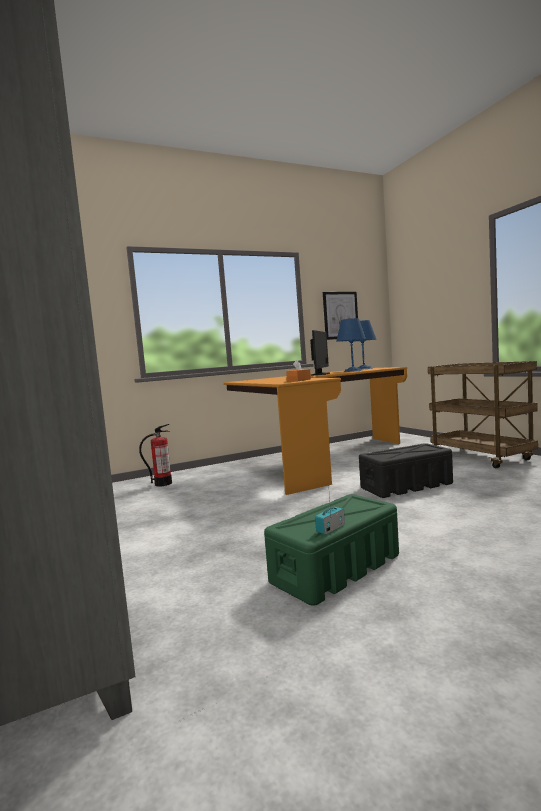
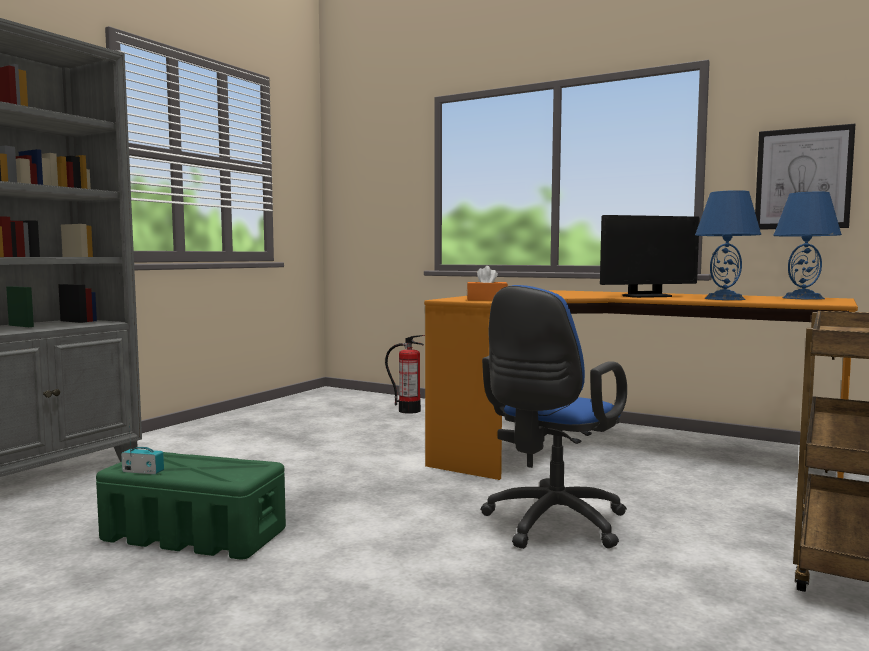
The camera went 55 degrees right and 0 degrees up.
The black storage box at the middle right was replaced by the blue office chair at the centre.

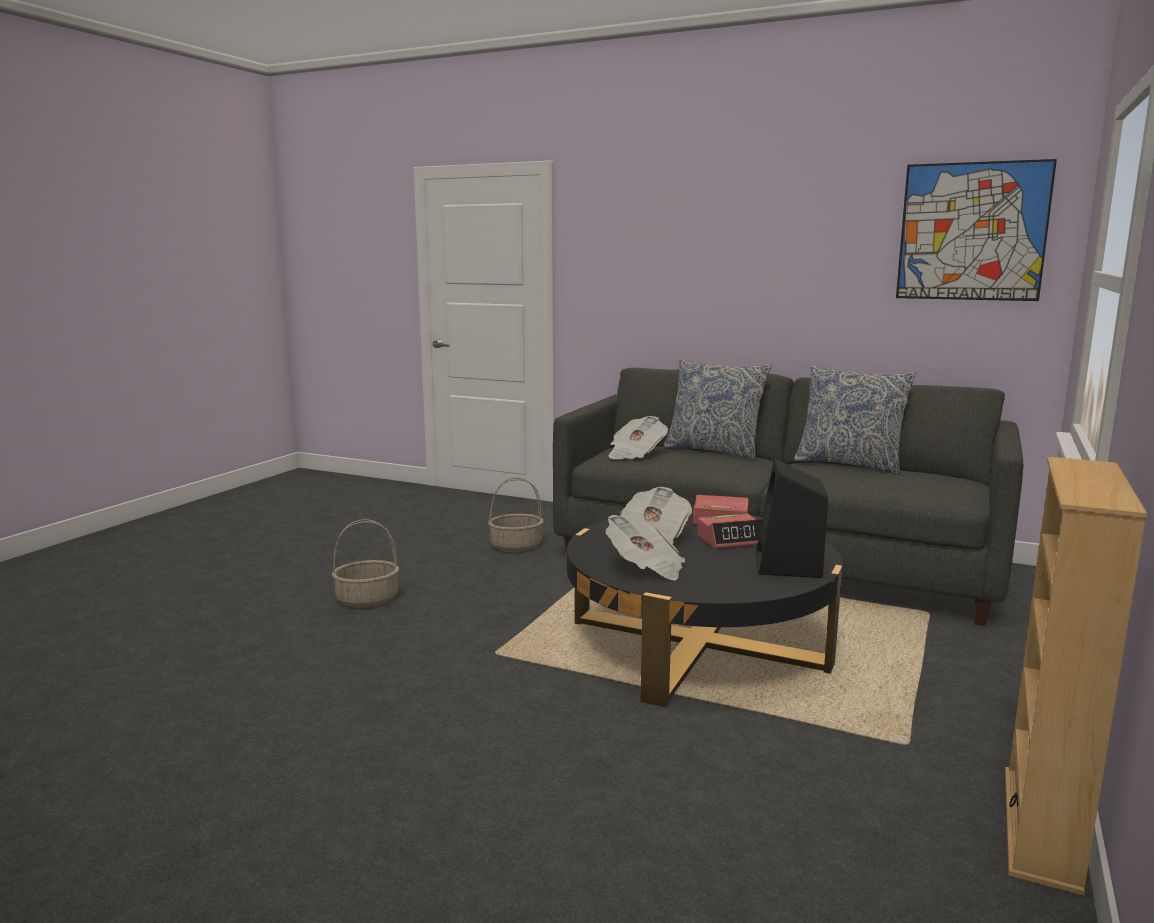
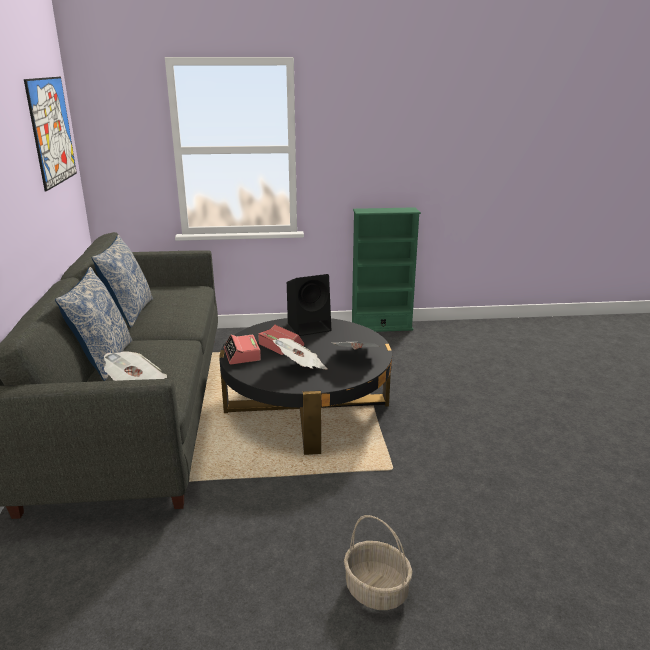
The camera went 120 degrees left and 10 degrees up.
The basket (2nd from left) at the centre disappeared.
The beige bookcase at the bottom right became the green bookcase at the centre.

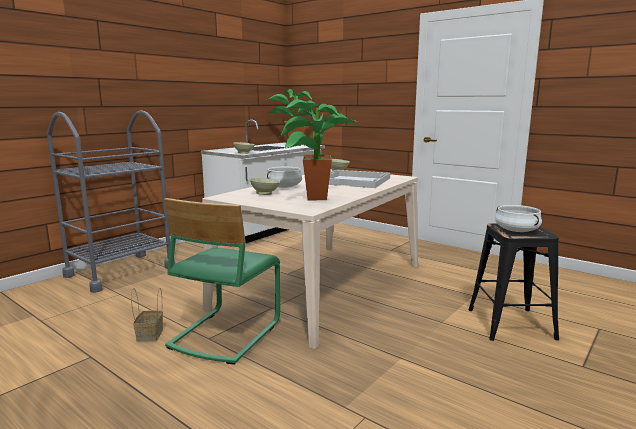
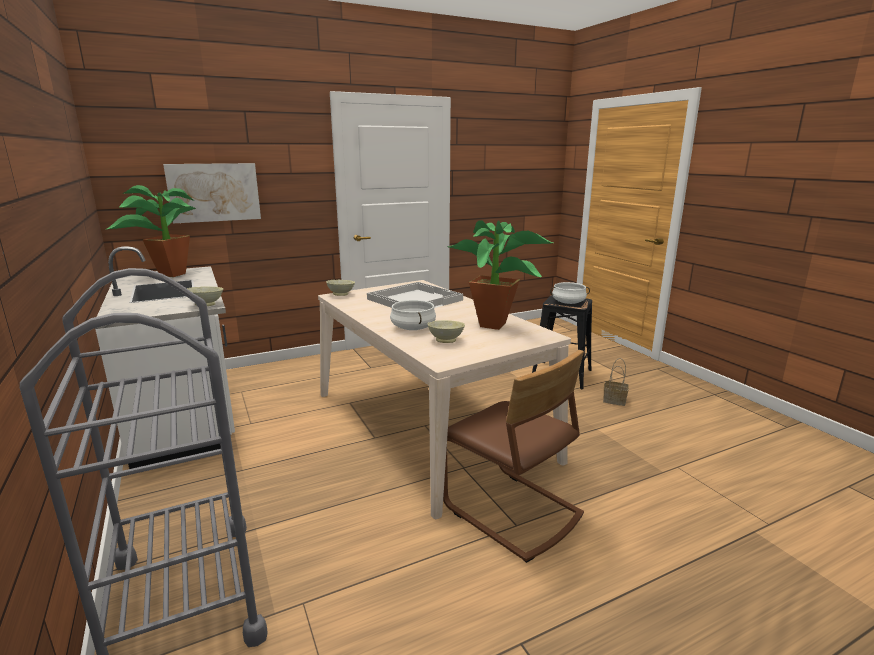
The camera went 65 degrees left and 5 degrees up.
The basket moved from the bottom left to the middle right.
The green chair at the centre became the brown chair at the bottom centre.
The picture at the top left appeared.

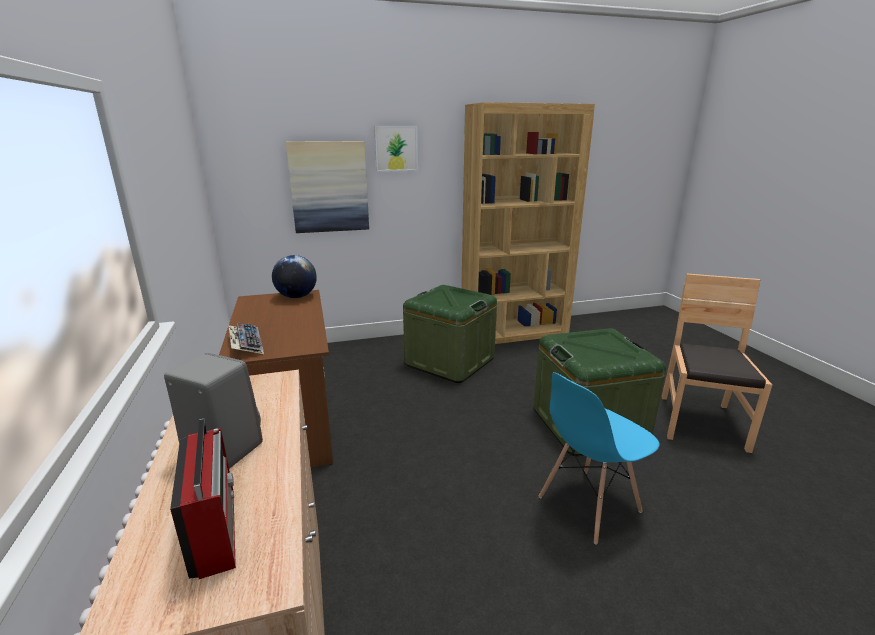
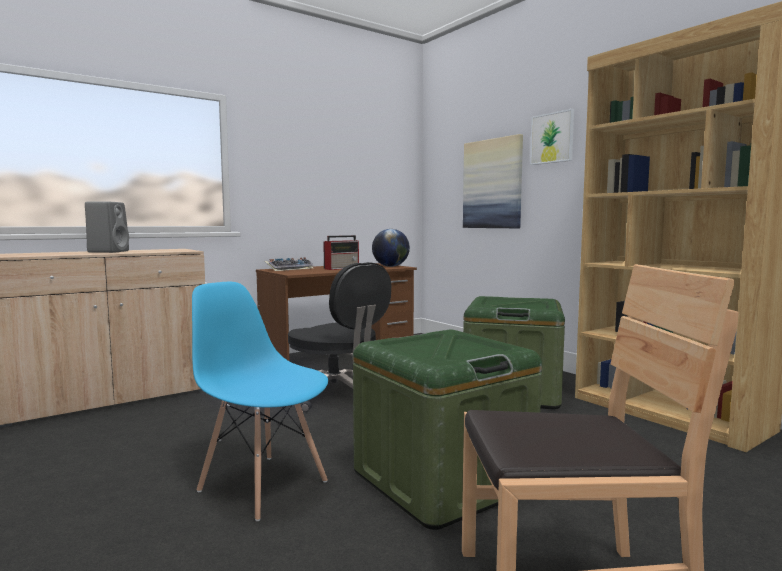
The camera went 70 degrees right and 15 degrees down.
The radio moved from the bottom left to the centre.
The black office chair at the centre appeared.

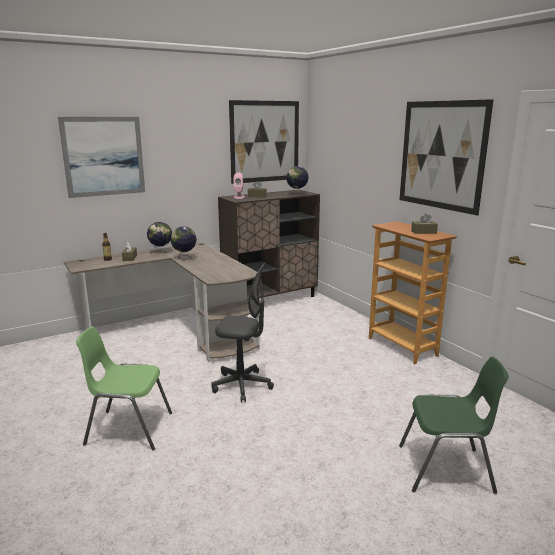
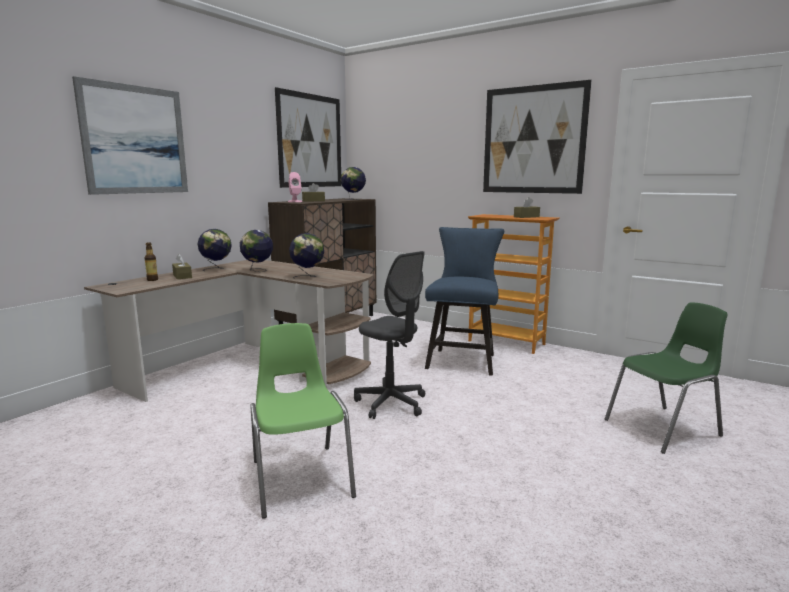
The camera went 25 degrees left and 5 degrees down.
The green chair (1st from left) at the bottom left turned 90 degrees clockwise.
The grey office chair at the centre turned 60 degrees clockwise.
The globe (3rd from left) at the centre appeared.
The blue chair at the centre appeared.

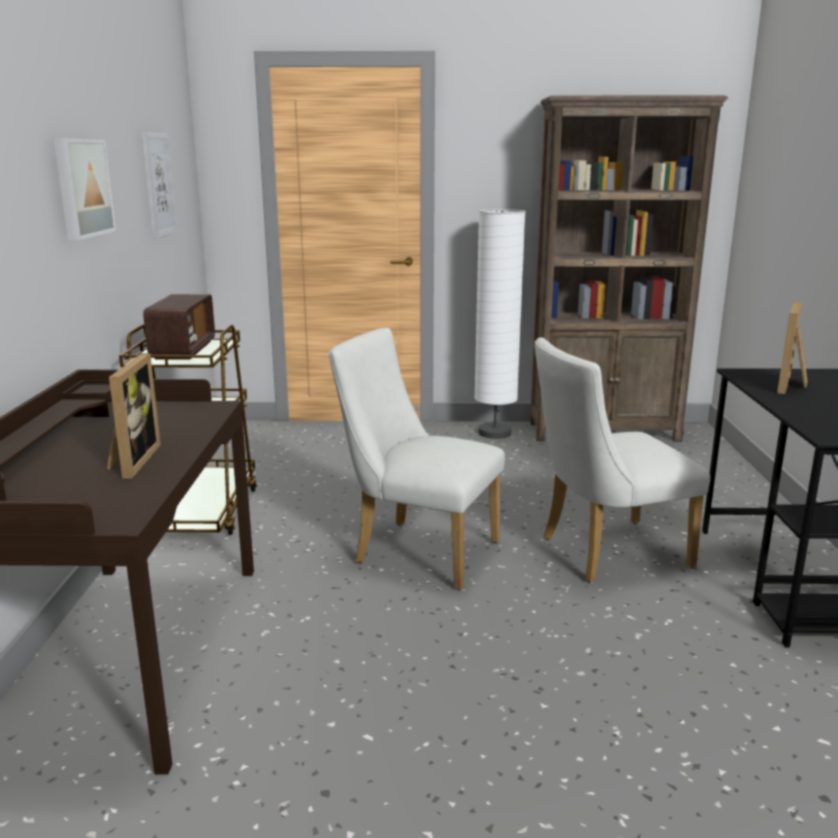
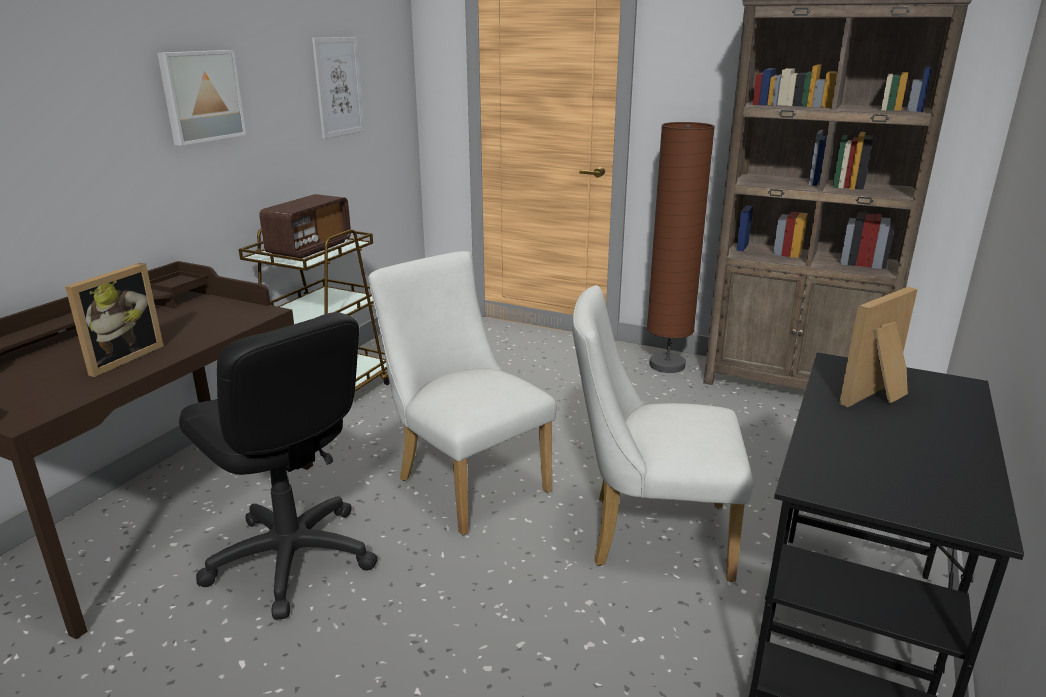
The camera went 25 degrees right and 5 degrees up.
The white floor lamp at the centre became the brown floor lamp at the centre.
The black office chair at the bottom left appeared.

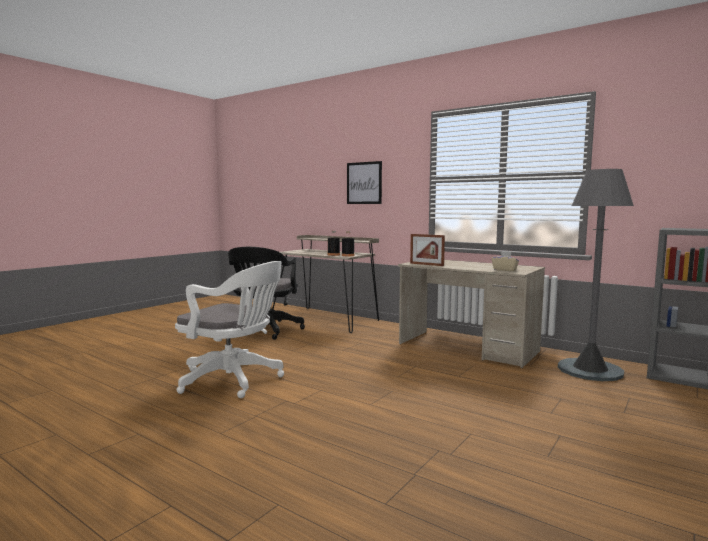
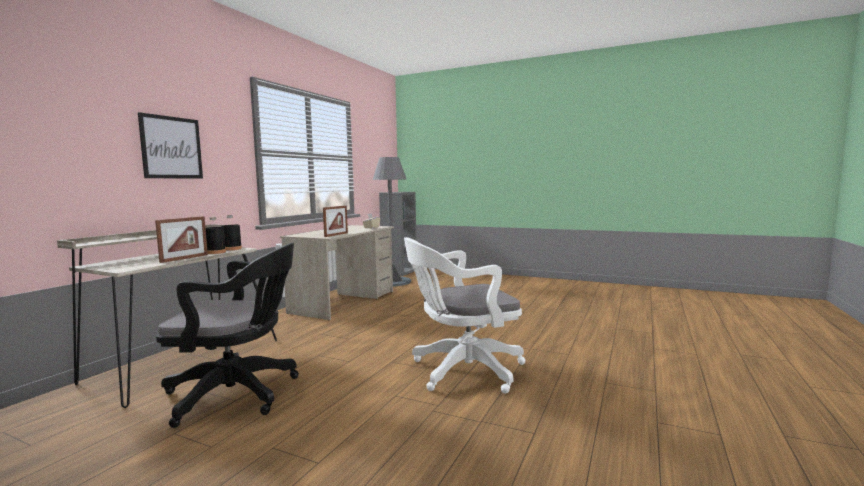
The camera went 100 degrees left and 0 degrees up.
The white office chair at the middle left turned 120 degrees counterclockwise.
The picture frame (1st from left) at the middle left appeared.

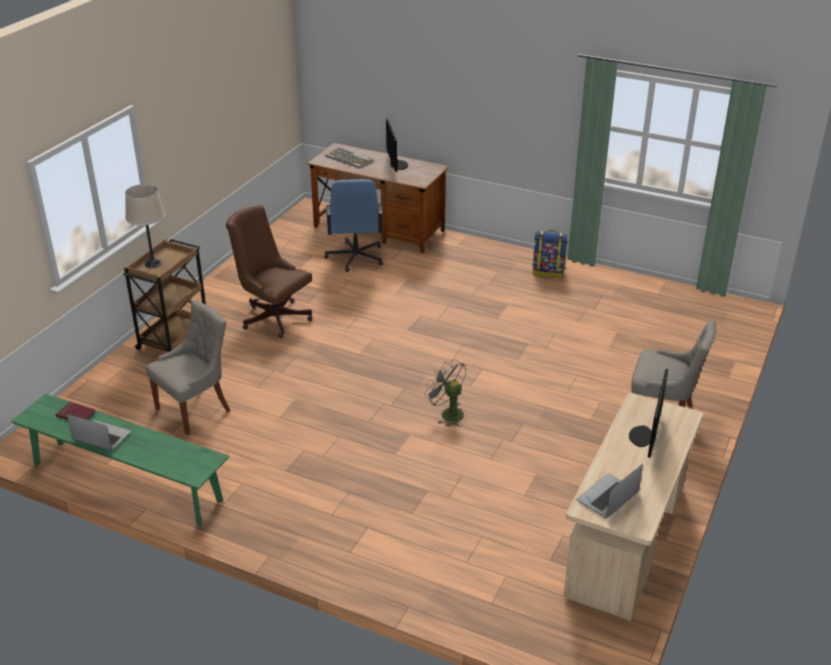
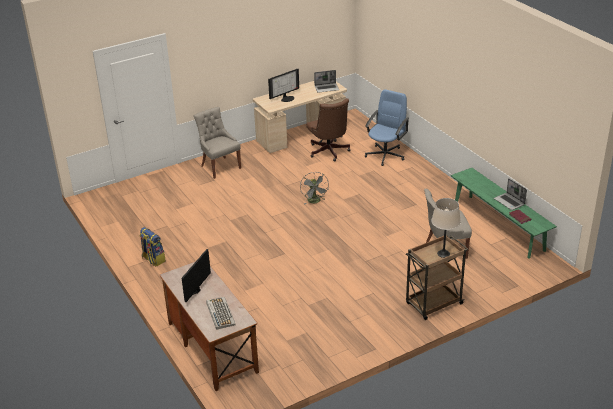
The camera went 145 degrees left and 0 degrees up.
The brown office chair moved from the middle left to the top centre.
The blue office chair moved from the centre to the top centre.

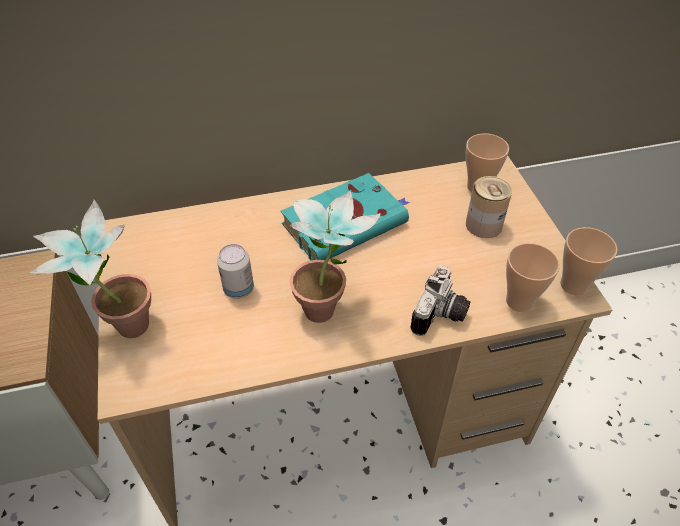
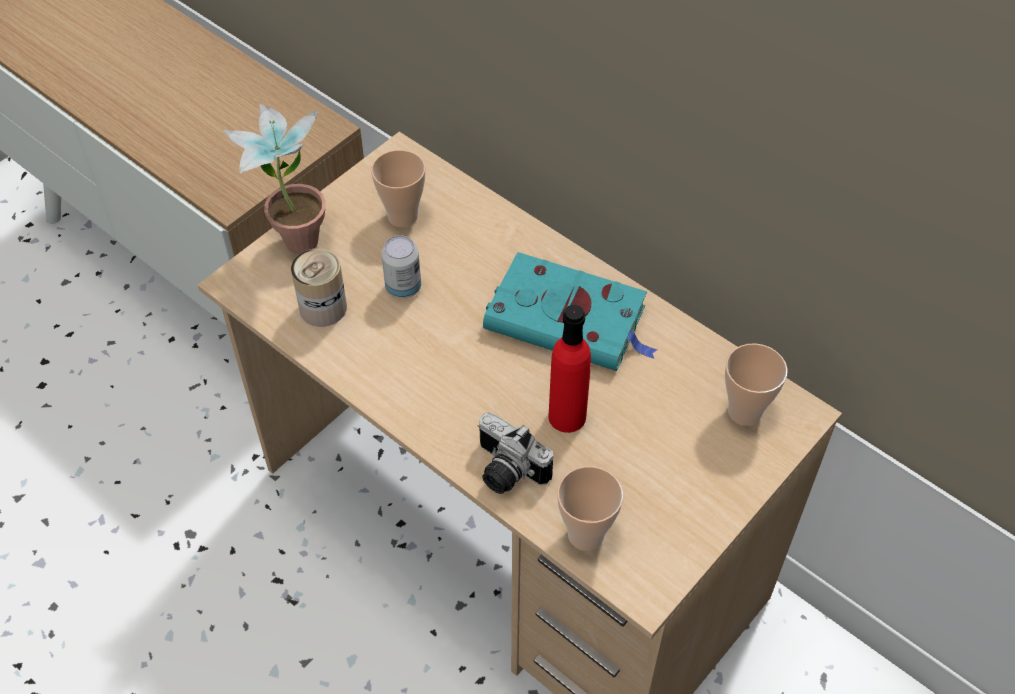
The camera went 55 degrees right and 5 degrees up.
The potted plant (2nd from left) at the centre disappeared.
The photo camera at the centre turned 45 degrees clockwise.
The can (2nd from left in the first image) moved from the middle right to the middle left.
The cup (3rd from left in the first image) moved from the middle right to the top centre.
The red bottle at the centre appeared.

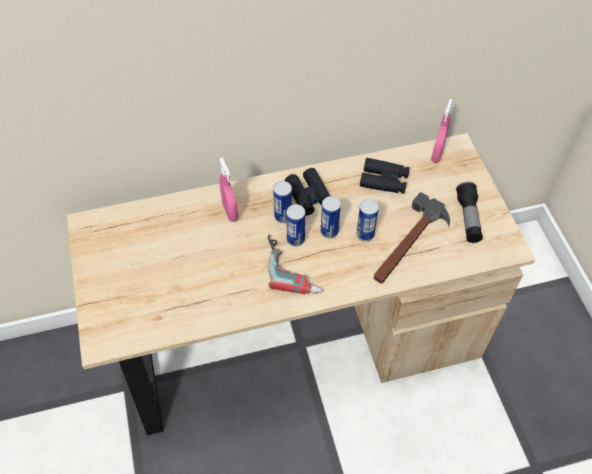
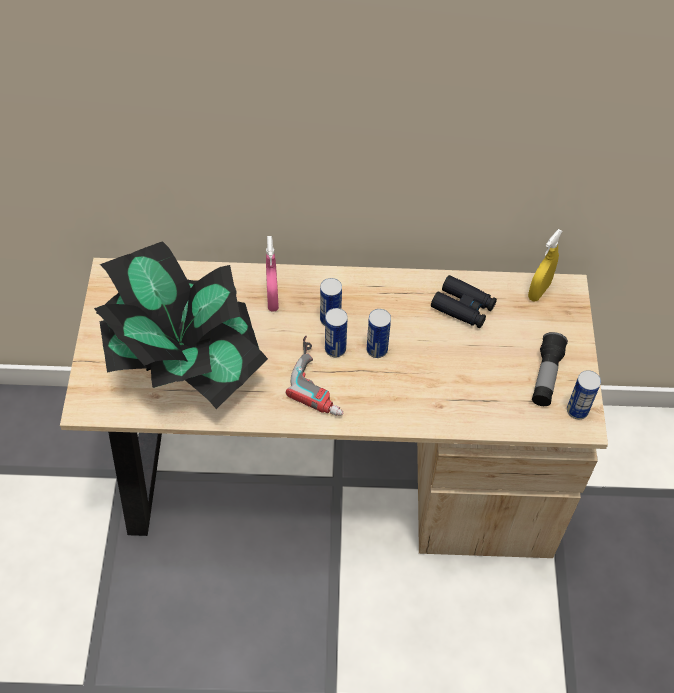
The camera went 15 degrees right and 0 degrees up.
The black binoculars (1st from left) at the centre disappeared.
The can (4th from left) moved from the centre to the middle right.
The hammer at the middle right disappeared.
The pink spray bottle (2nd from left) at the top right became the yellow spray bottle at the middle right.
The potted plant at the middle left appeared.

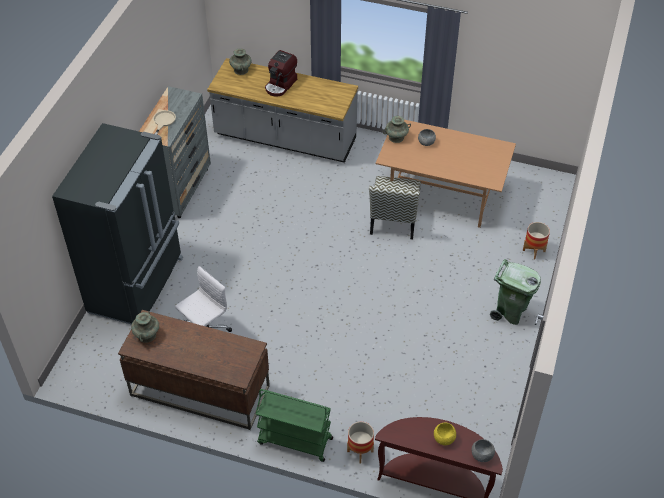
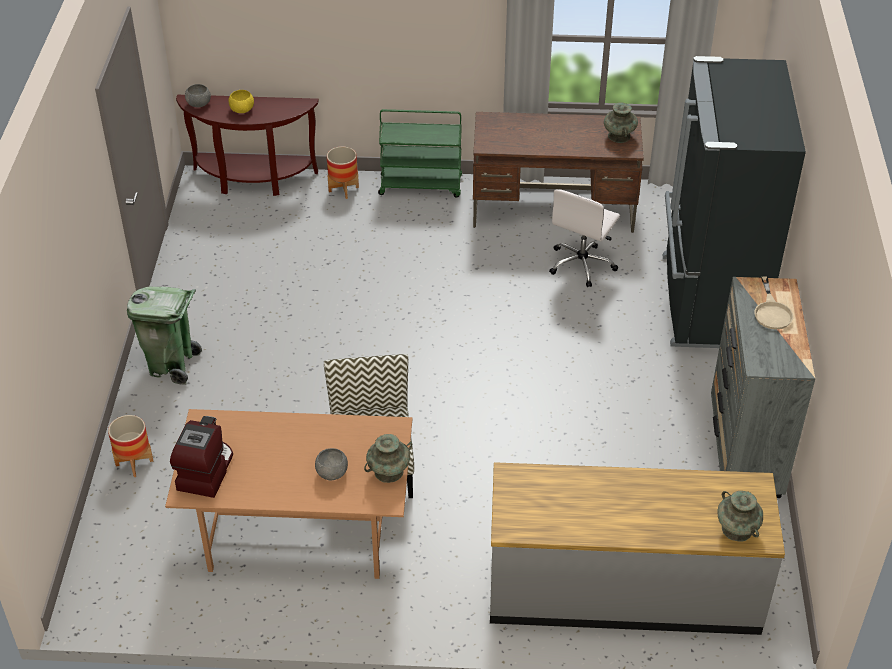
The camera went 165 degrees right and 5 degrees down.
The coffee machine moved from the top centre to the bottom left.

